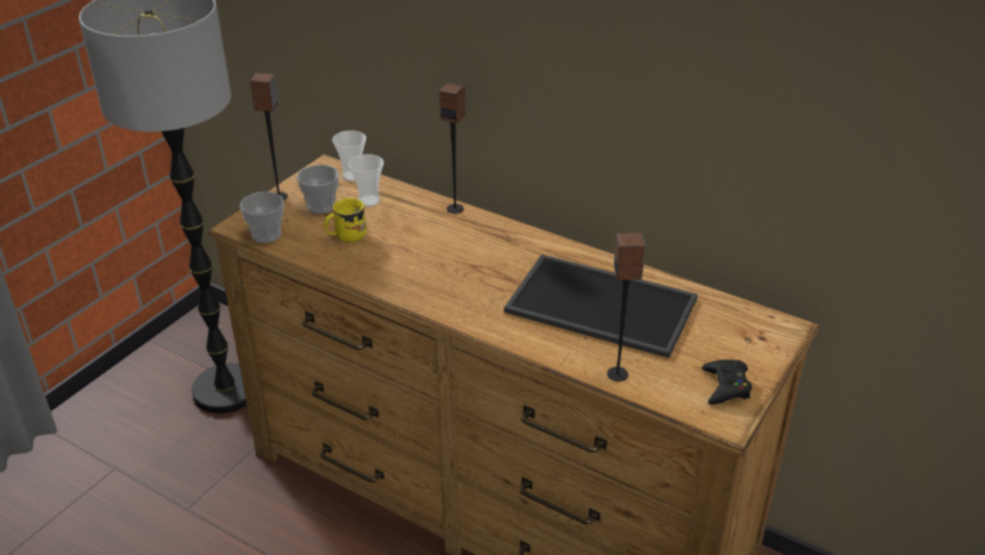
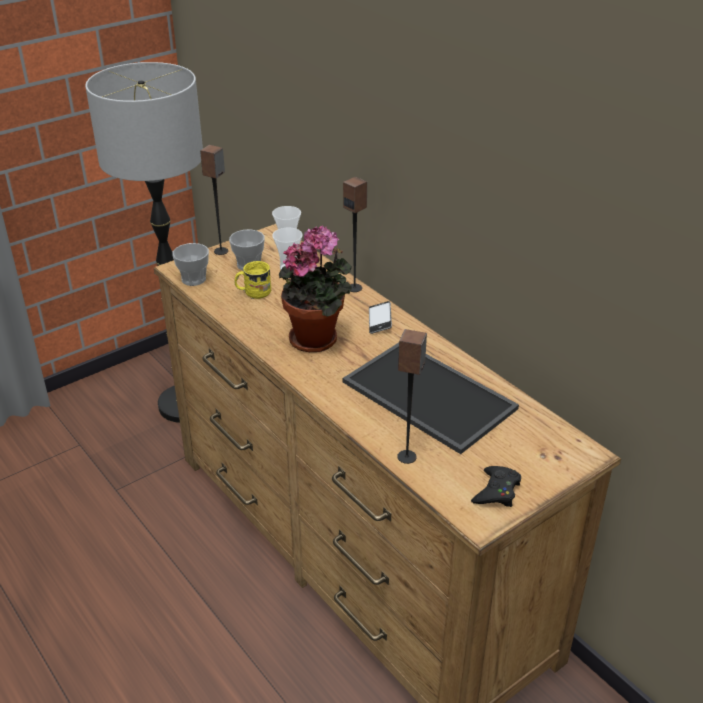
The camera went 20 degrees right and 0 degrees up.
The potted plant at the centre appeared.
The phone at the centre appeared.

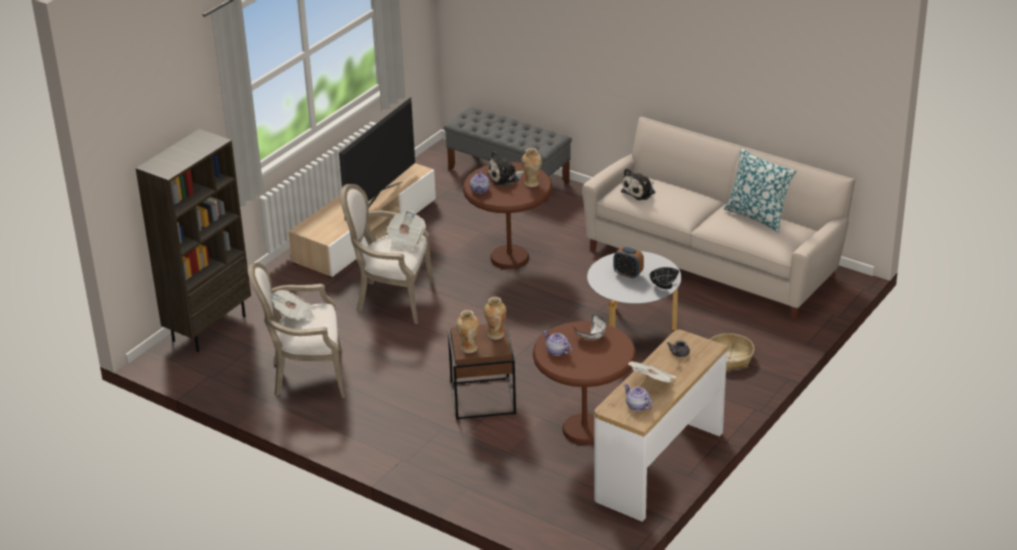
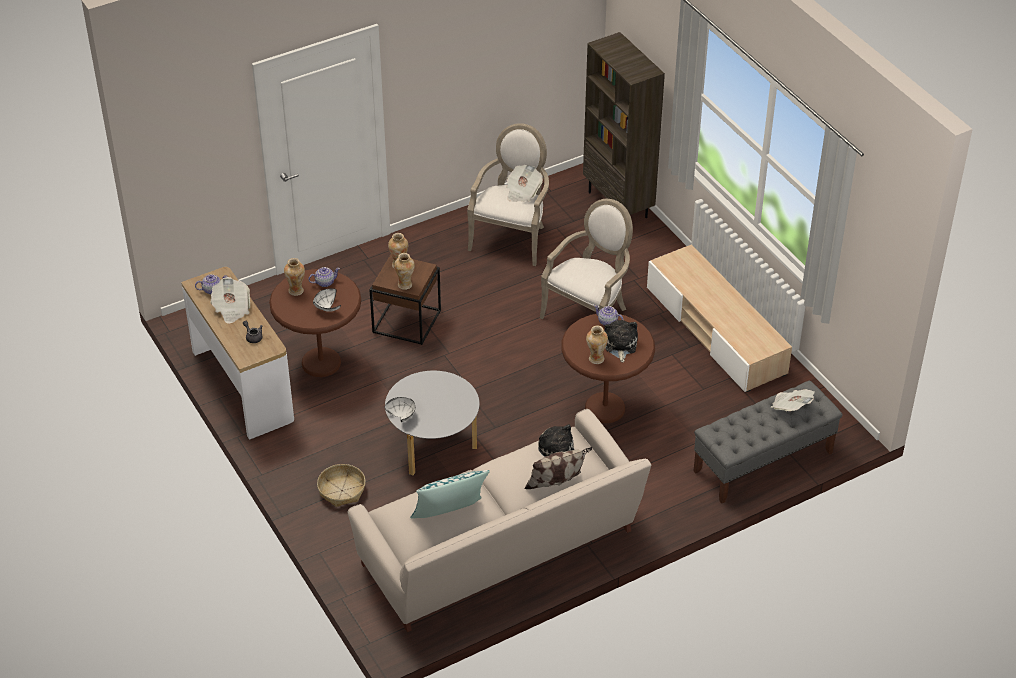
The camera went 115 degrees right and 10 degrees up.
The television at the top centre disappeared.
The newspaper (2nd from left in the first image) moved from the centre to the middle right.
The alarm clock at the centre disappeared.
The black bowl at the centre became the white bowl (2nd from left) at the centre.
The vase (1st from left) at the middle left appeared.
The pillow (2nd from left) at the bottom centre appeared.

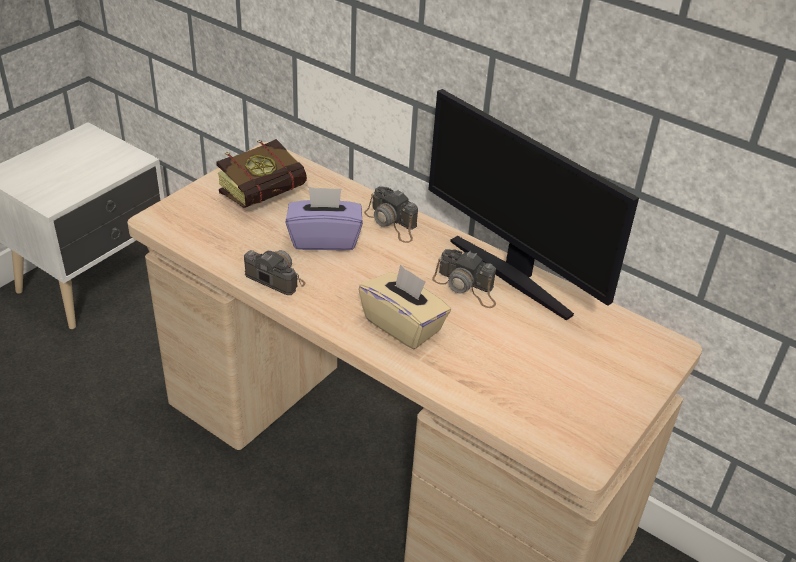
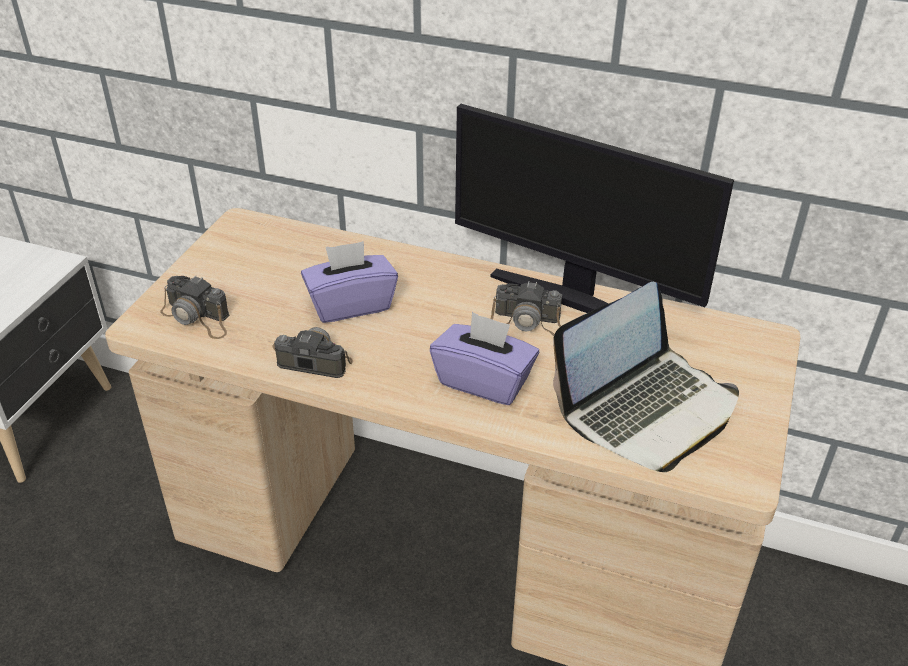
The camera went 15 degrees left and 0 degrees up.
The book at the top left disappeared.
The beige tissue box at the centre became the purple tissue box (2nd from left) at the centre.
The photo camera (2nd from left in the first image) moved from the centre to the middle left.
The laptop at the middle right appeared.

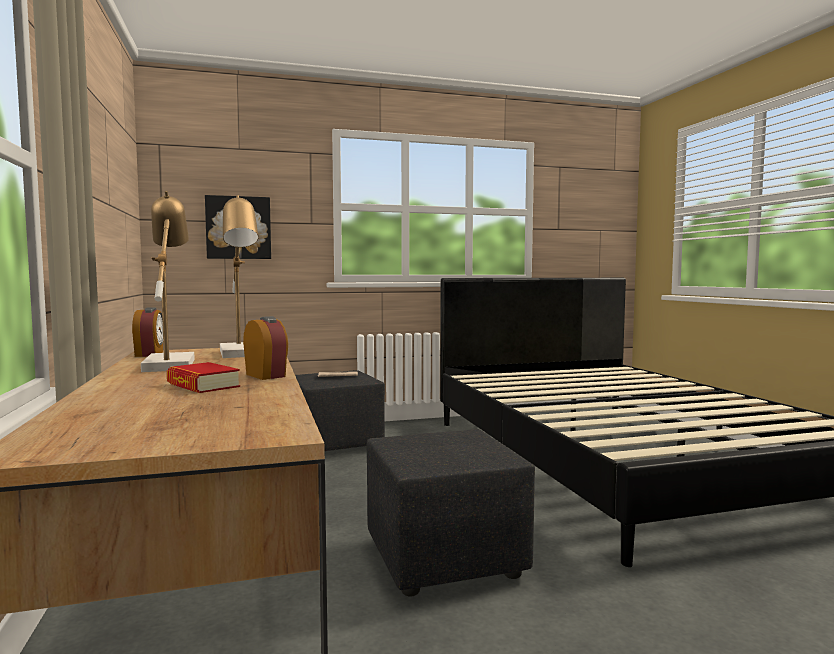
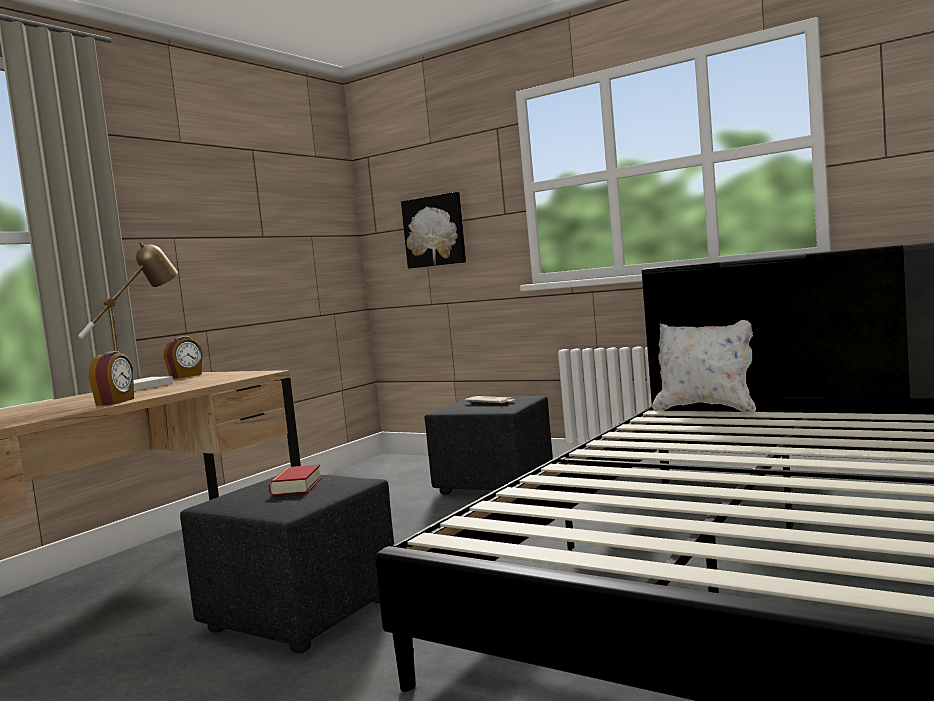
The camera went 50 degrees right and 0 degrees up.
The book moved from the middle left to the bottom left.
The table lamp (2nd from left) at the middle left disappeared.
The white pillow at the middle right appeared.

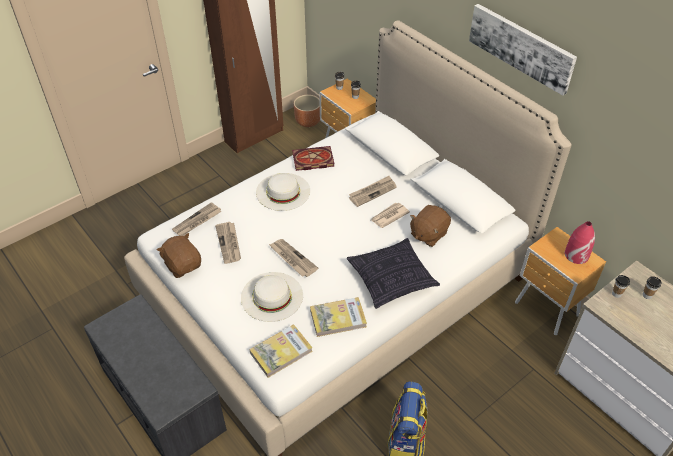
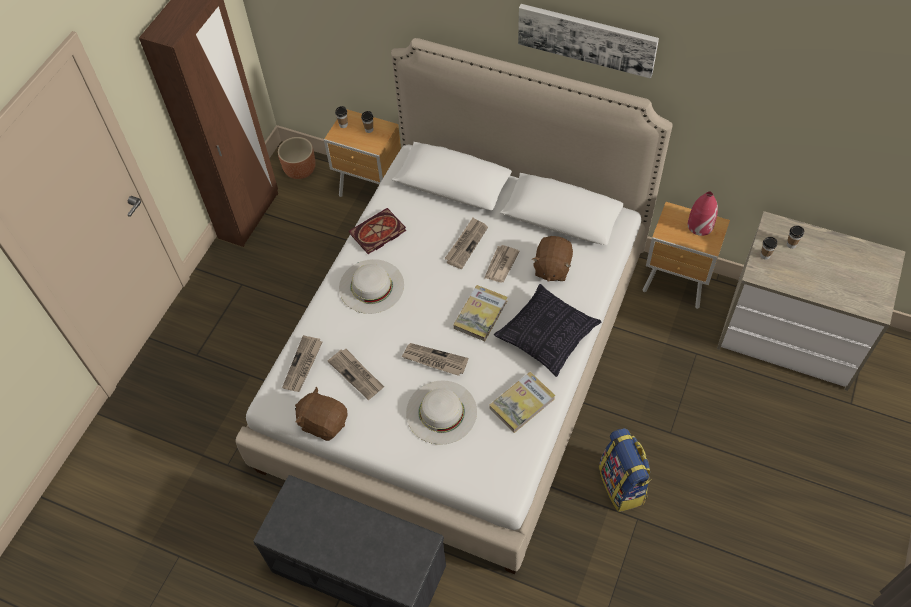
The camera went 25 degrees left and 10 degrees up.
The book (1st from left in the first image) moved from the bottom centre to the centre.

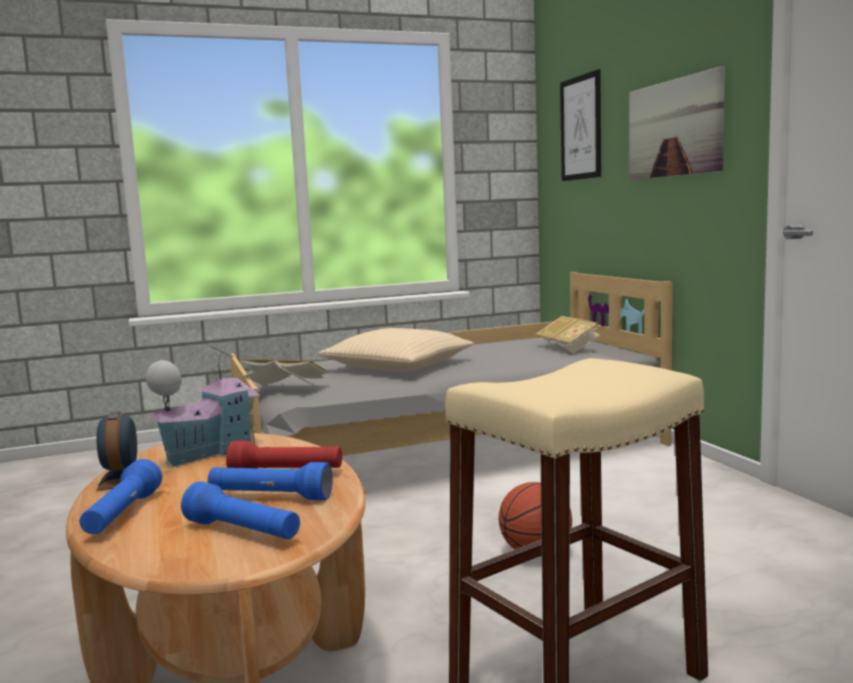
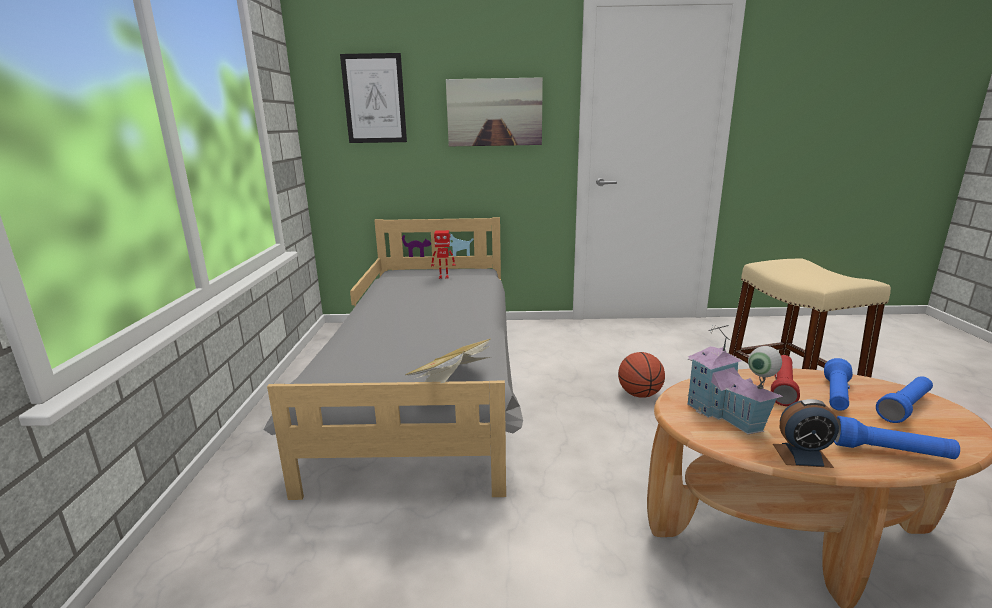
The camera went 70 degrees left and 10 degrees up.
The beige pillow at the centre disappeared.
The book (2nd from left) at the centre was replaced by the toy robot at the centre.

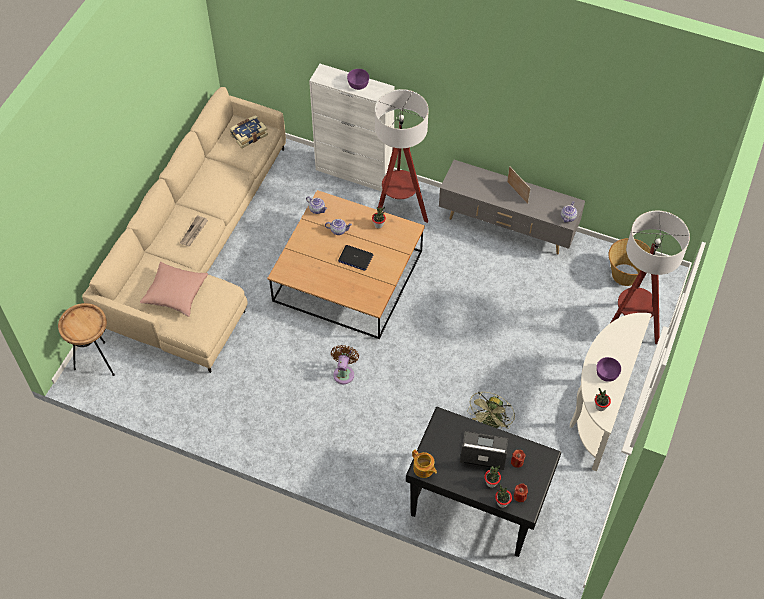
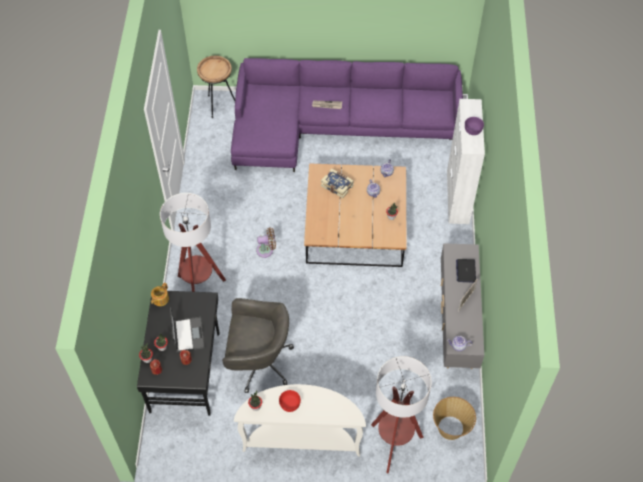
The camera went 70 degrees right and 0 degrees up.
The beige sofa at the middle left became the purple sofa at the top centre.
The pink pillow at the middle left disappeared.
The book moved from the top left to the centre.
The laptop (1st from left in the first image) moved from the centre to the middle right.
The floor lamp (1st from left) moved from the top centre to the middle left.
The green fan at the bottom centre was replaced by the grey office chair at the bottom centre.
The purple bowl (2nd from left) at the middle right became the red bowl at the bottom centre.

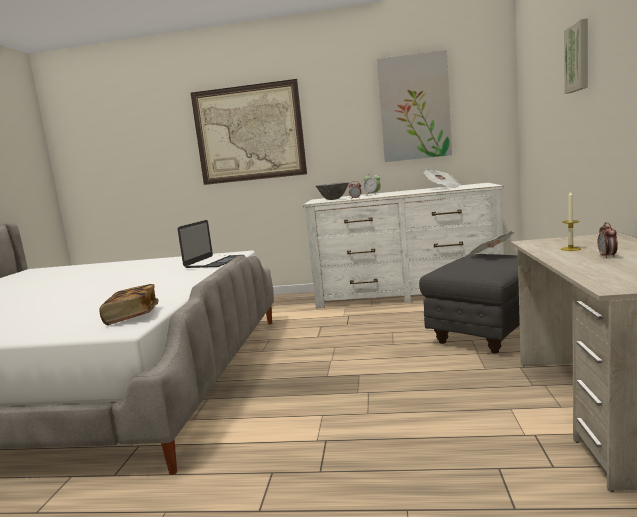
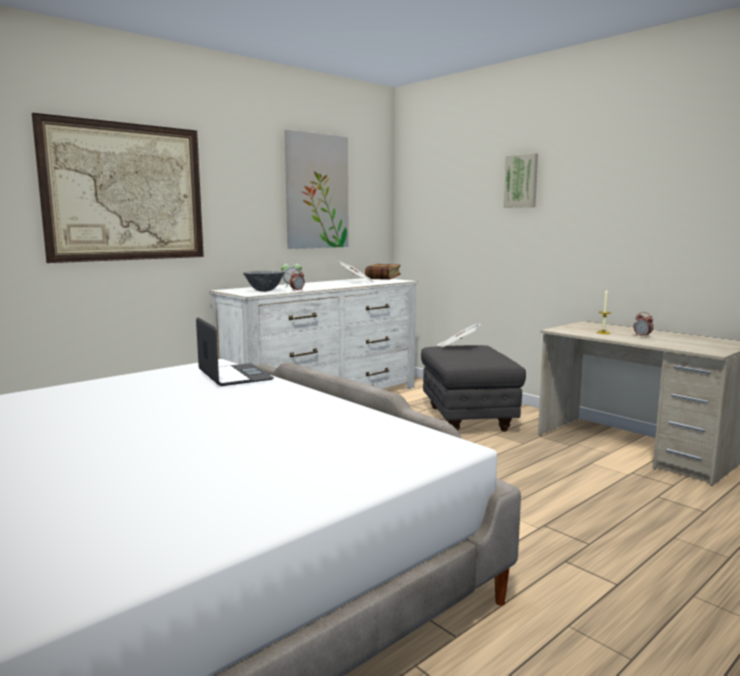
The camera went 50 degrees left and 0 degrees up.
The book moved from the middle left to the centre.

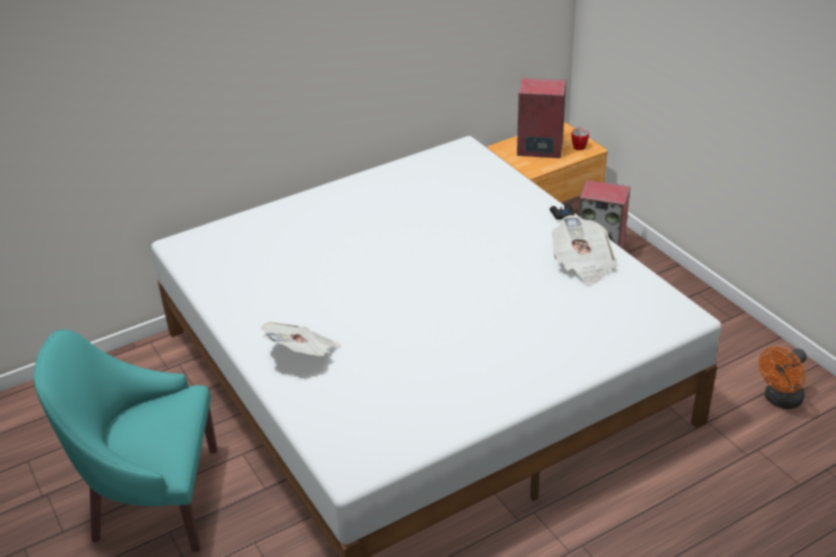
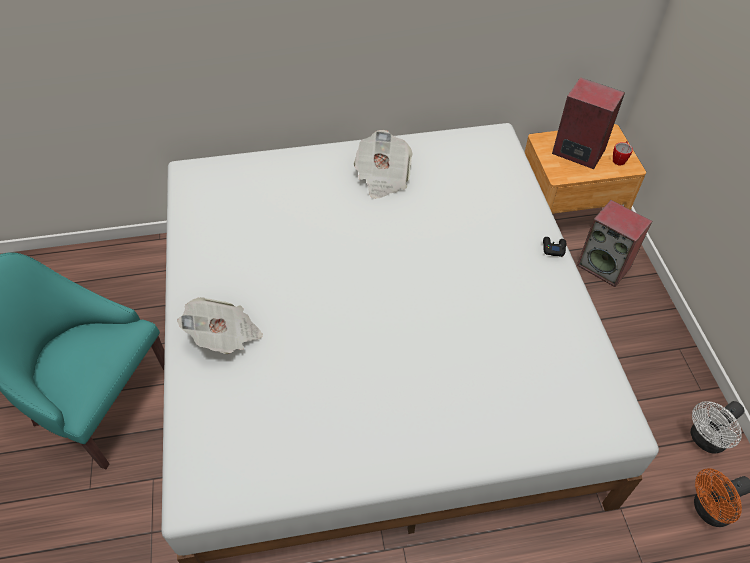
The camera went 20 degrees right and 15 degrees up.
The newspaper (2nd from left) moved from the middle right to the top centre.
The white fan at the bottom right appeared.

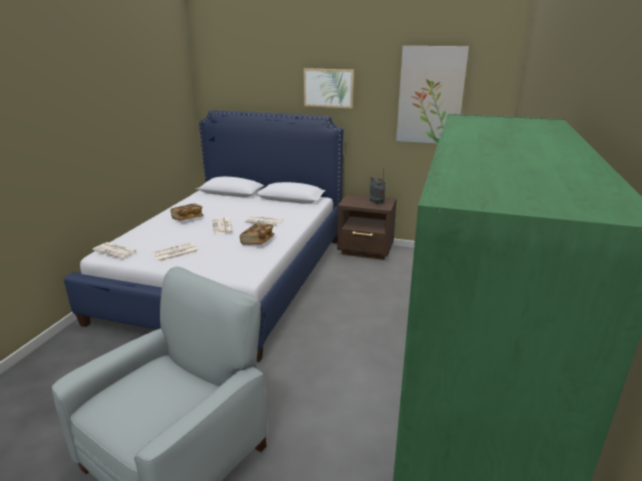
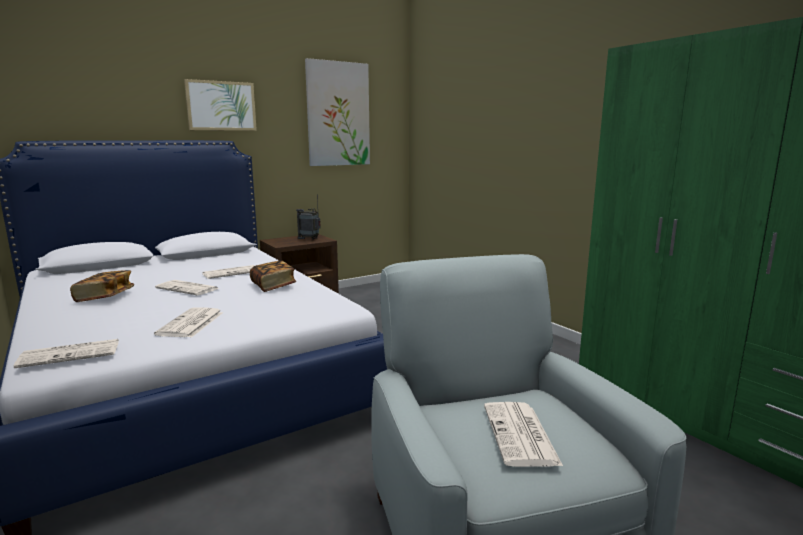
The camera went 50 degrees left and 10 degrees down.
The newspaper (5th from left) at the bottom centre appeared.

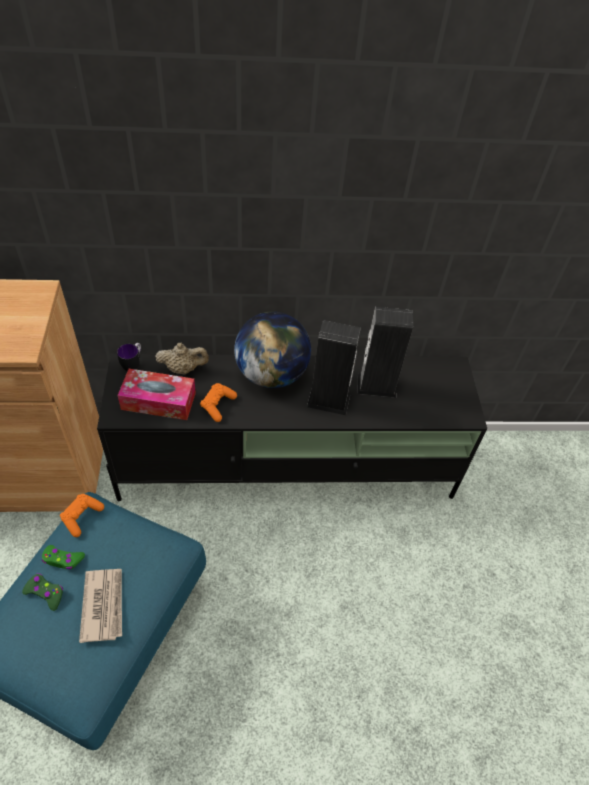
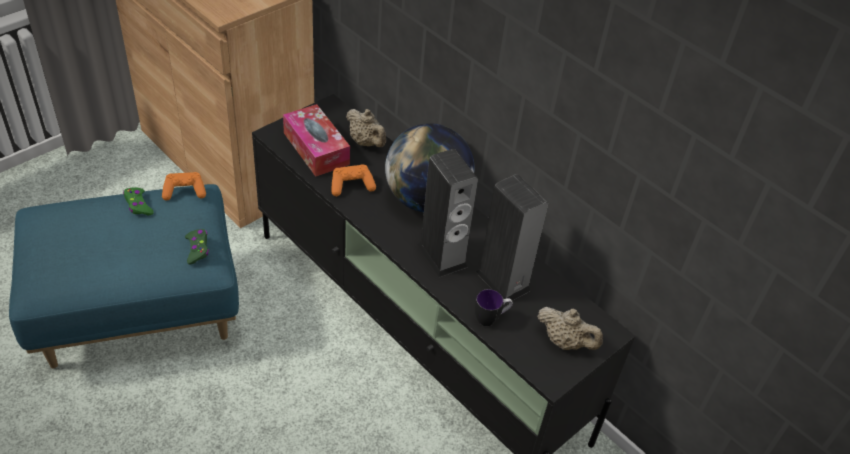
The camera went 50 degrees right and 5 degrees down.
The green game controller (1st from left in the first image) moved from the bottom left to the middle left.
The newspaper at the bottom left disappeared.
The mug moved from the middle left to the bottom centre.
The beige teapot (2nd from left) at the bottom right appeared.

